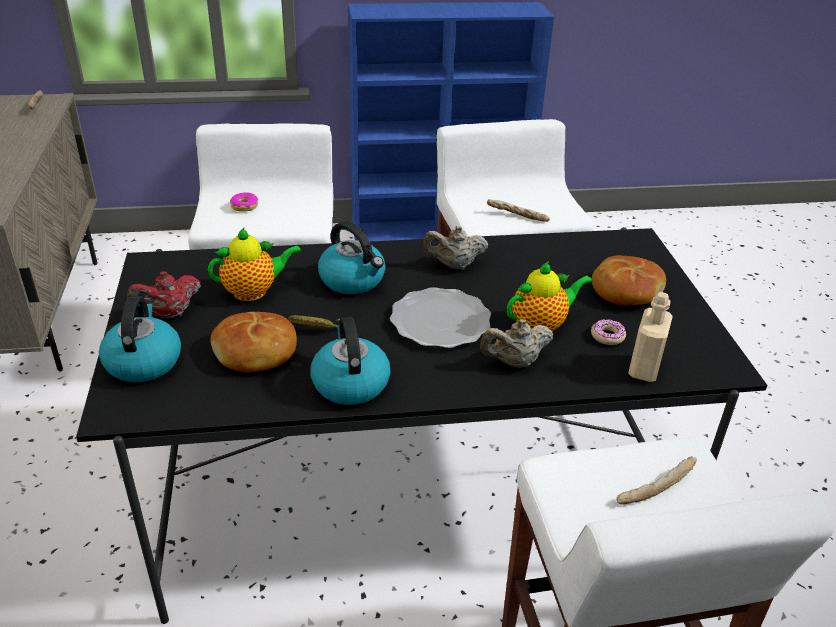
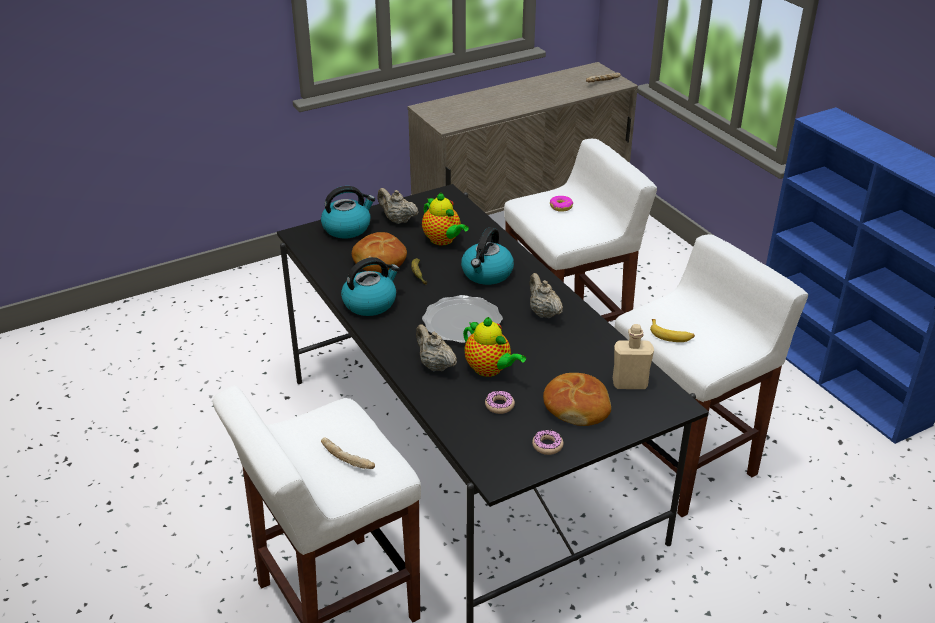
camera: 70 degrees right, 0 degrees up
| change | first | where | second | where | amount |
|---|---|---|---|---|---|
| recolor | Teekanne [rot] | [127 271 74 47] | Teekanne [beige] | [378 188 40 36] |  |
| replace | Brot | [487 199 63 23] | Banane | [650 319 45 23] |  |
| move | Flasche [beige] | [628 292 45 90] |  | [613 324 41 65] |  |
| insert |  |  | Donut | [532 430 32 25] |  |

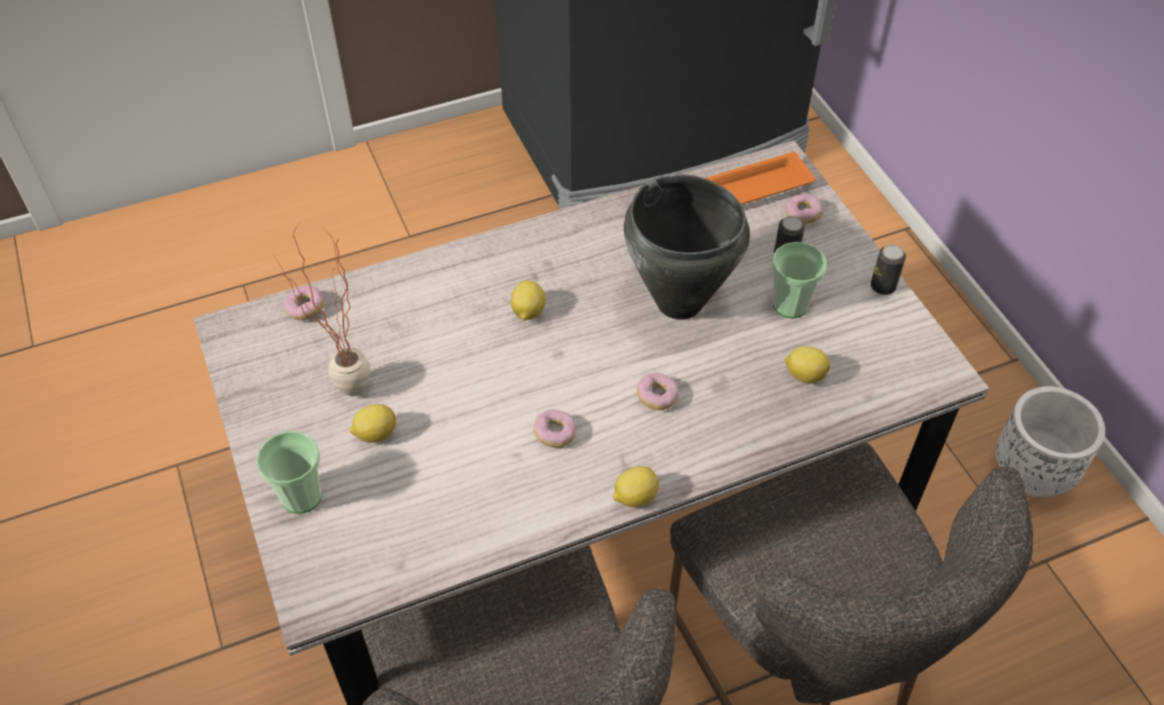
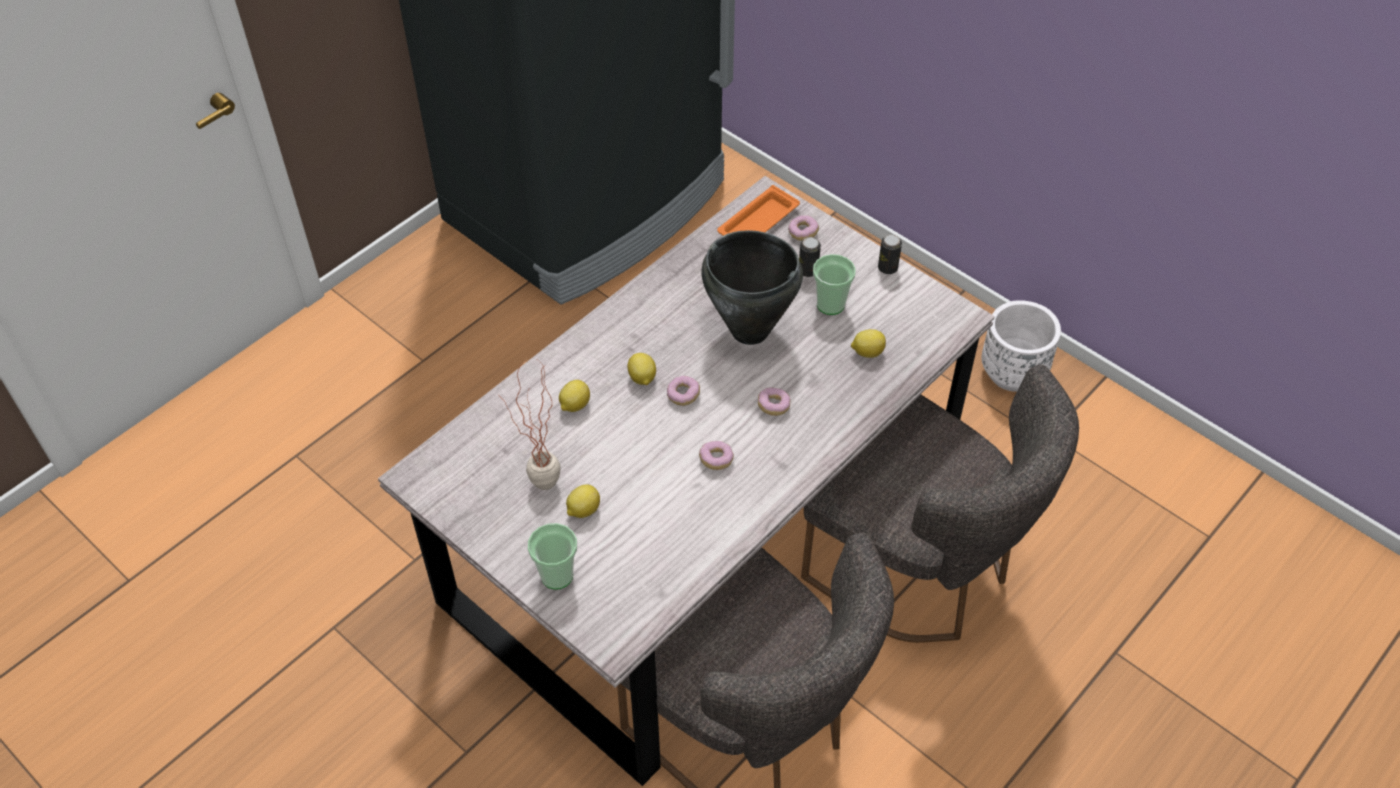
camera: 25 degrees left, 0 degrees up
| change | first | where | second | where | amount |
|---|---|---|---|---|---|
| move | Donut | [284 286 40 34] |  | [667 376 33 30] |  |
| move | Zitrone | [613 466 46 41] |  | [559 380 31 32] |  |

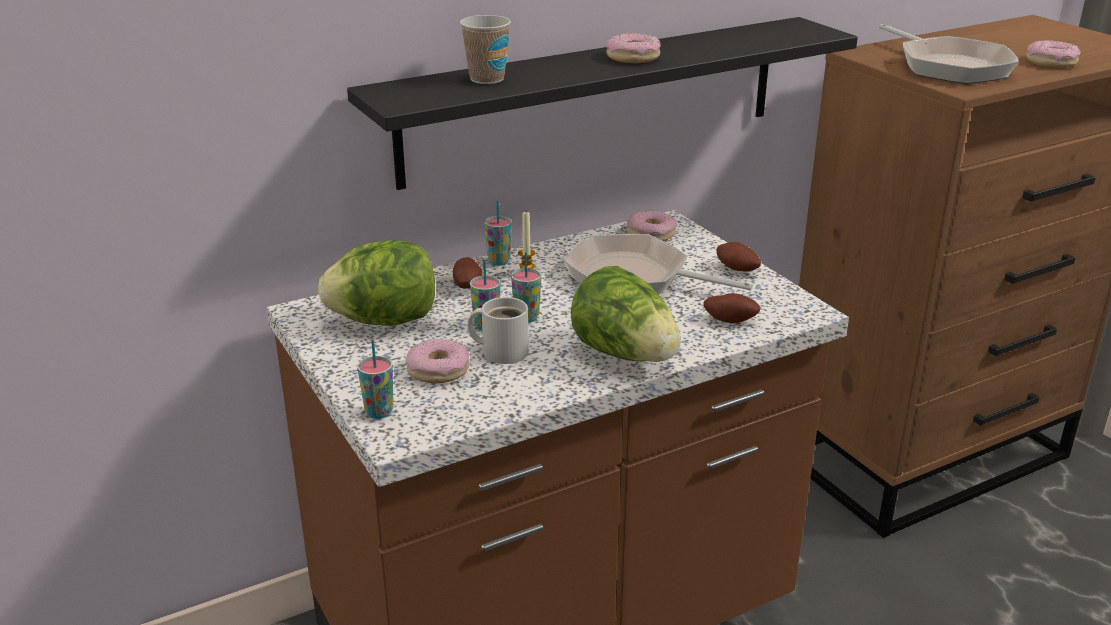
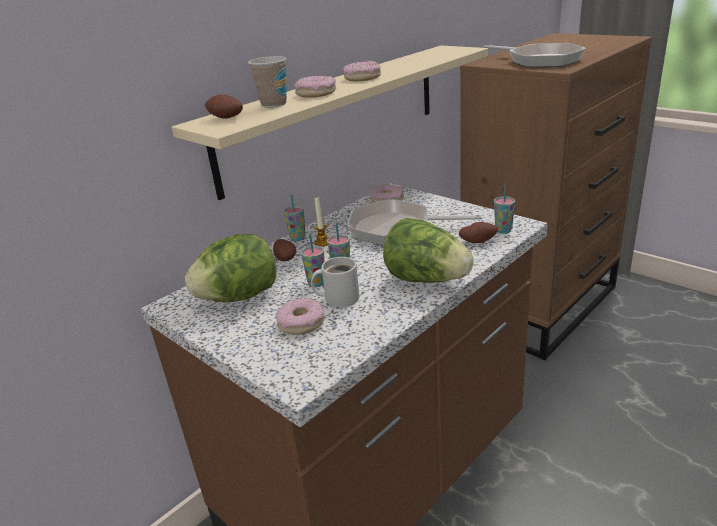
camera: 15 degrees left, 0 degrees up
| change | first | where | second | where | amount |
|---|---|---|---|---|---|
| recolor | Wandregal [schwarz] | [347 17 511 173] | Wandregal [beige] | [171 46 317 154] |  |
| move | Tasse | [357 340 36 79] |  | [494 184 21 50] |  |
| move | Kartoffel | [716 242 45 29] |  | [205 94 38 25] |  |
| move | Donut | [1026 40 54 28] |  | [294 76 42 22] |  |

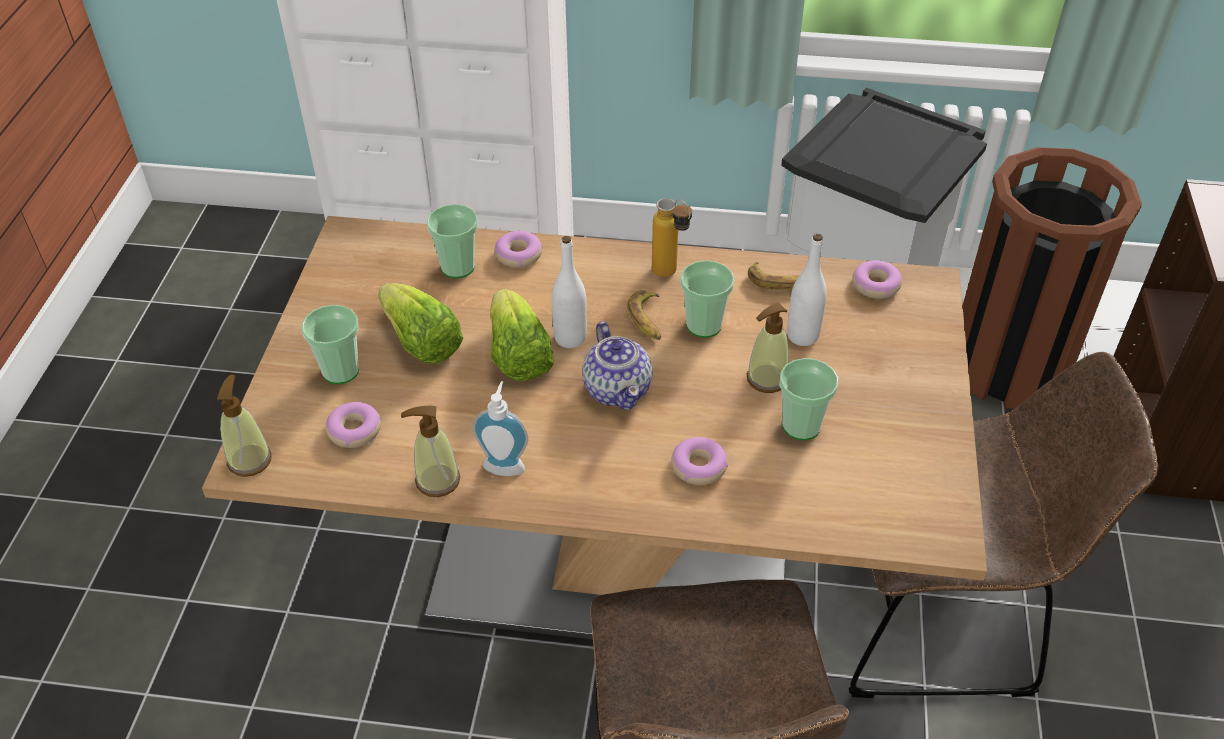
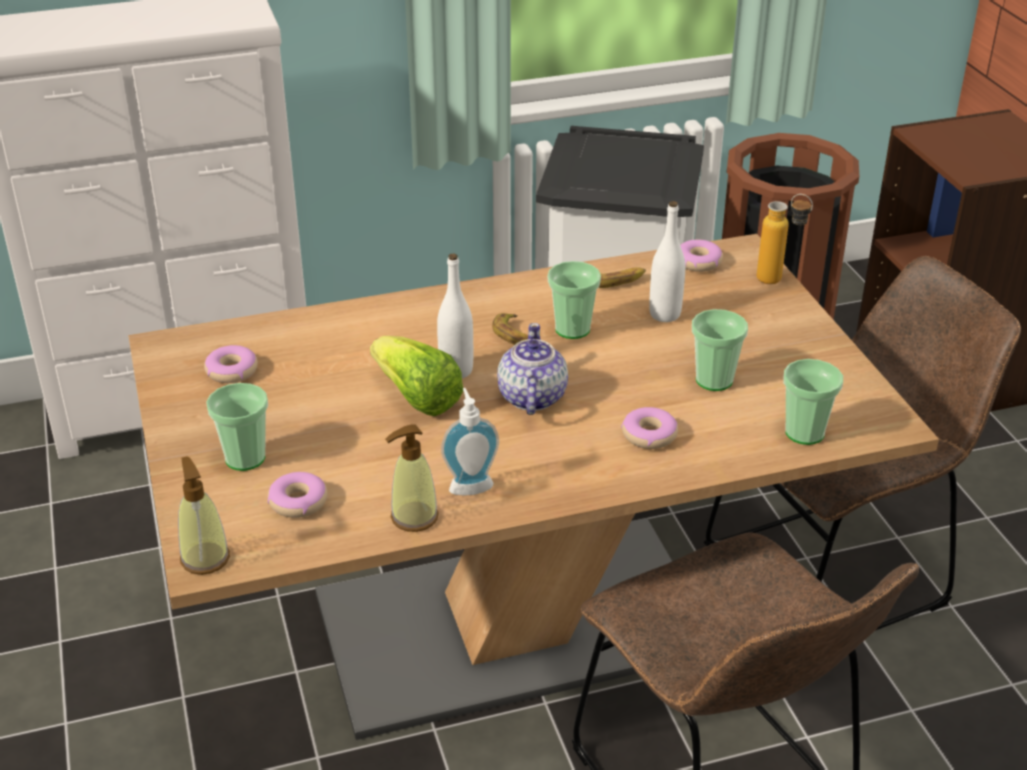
camera: 25 degrees left, 10 degrees down
| change | first | where | second | where | amount |
|---|---|---|---|---|---|
| delete | Salatkopf | [378 283 86 81] |  |  |  |
| move | Tasse | [427 204 51 74] |  | [783 359 60 86] |  |
| move | Donut | [494 231 48 37] |  | [204 345 54 38] |  |
| rotate | Teekanne | [582 321 71 89] |  | [497 323 71 92] | 135 degrees counterclockwise |
| move | Flasche | [652 198 40 79] |  | [757 194 56 90] |  |
| delete | Seifenspender | [747 303 42 90] |  |  |  |

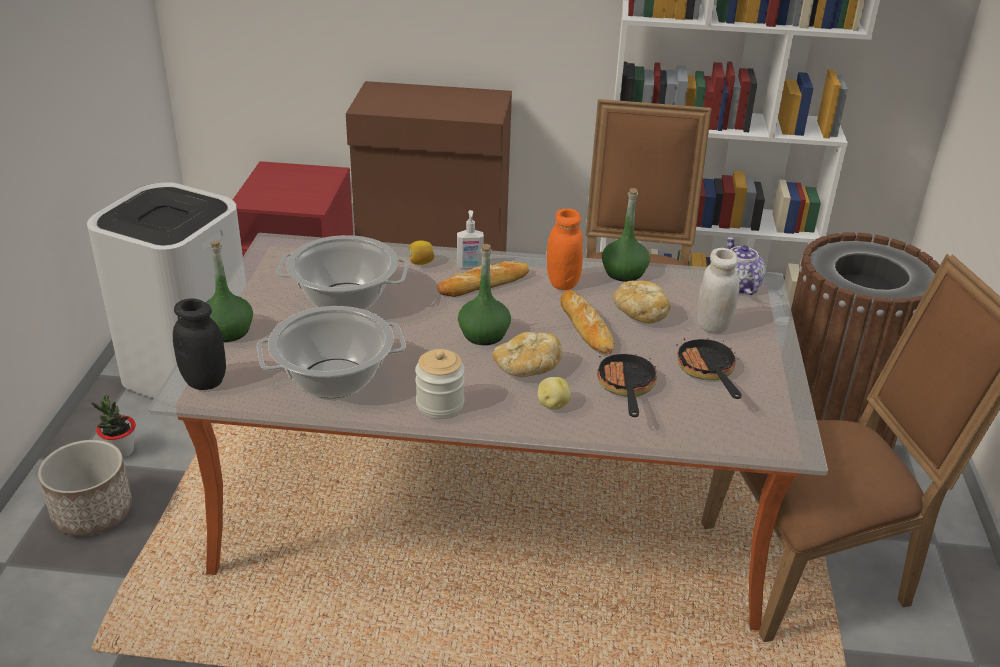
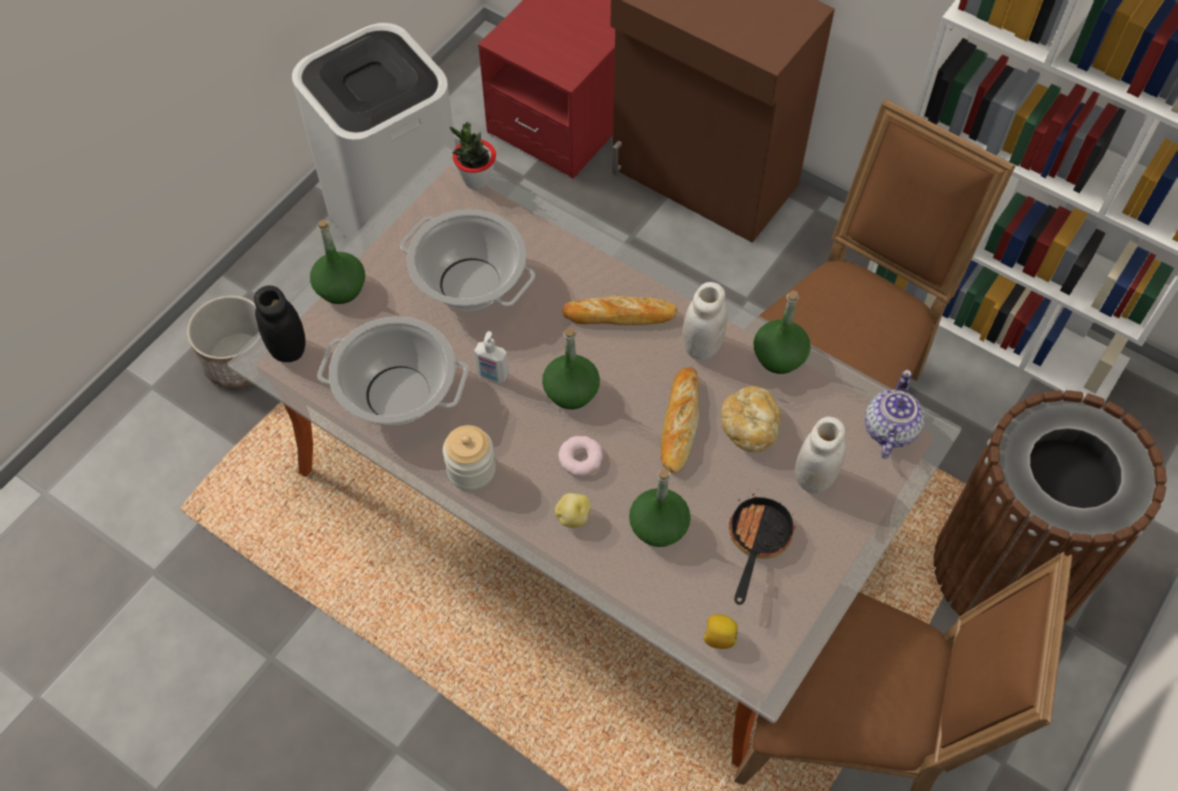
camera: 30 degrees right, 25 degrees up
| change | first | where | second | where | amount |
|---|---|---|---|---|---|
| move | Topfpflanze | [91 395 45 63] |  | [450 122 46 68] |  |
| move | Zitrone | [409 240 26 25] |  | [703 614 35 35] |  |
| move | Seifenspender | [457 210 27 59] |  | [474 331 35 52] |  |
| replace | Brot | [492 332 70 45] | Donut | [558 436 45 40] |  |
| recolor | Vorratsglas [orange] | [547 208 36 82] | Vorratsglas [weiß] | [683 282 45 78] |  |
| replace | Pfanne | [597 350 60 67] | Flasche [grün] | [629 469 62 78] |  |

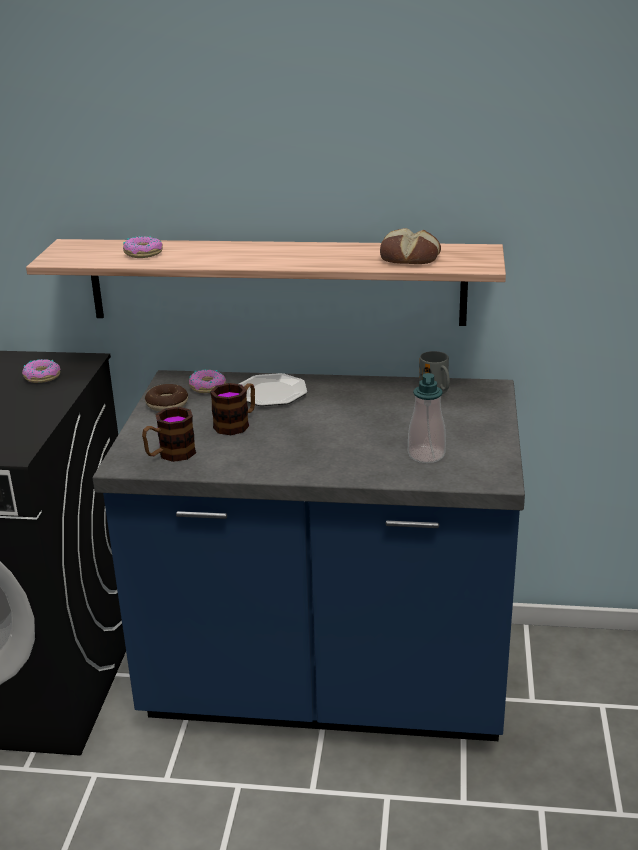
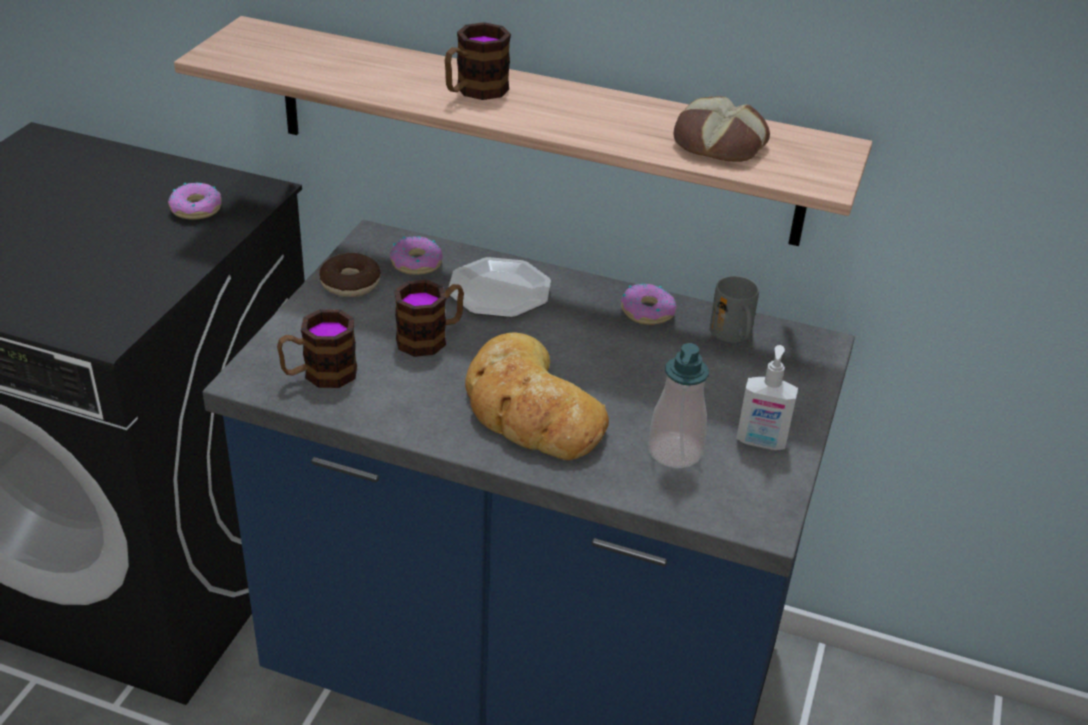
camera: 10 degrees right, 10 degrees up
| change | first | where | second | where | amount |
|---|---|---|---|---|---|
| move | Donut | [123 236 40 22] |  | [621 284 56 41] |  |
| insert |  |  | Henkelbecher | [445 22 66 78] |  |
| insert |  |  | Brot | [465 332 144 128] |  |
| insert |  |  | Seifenspender | [736 345 62 105] |  |

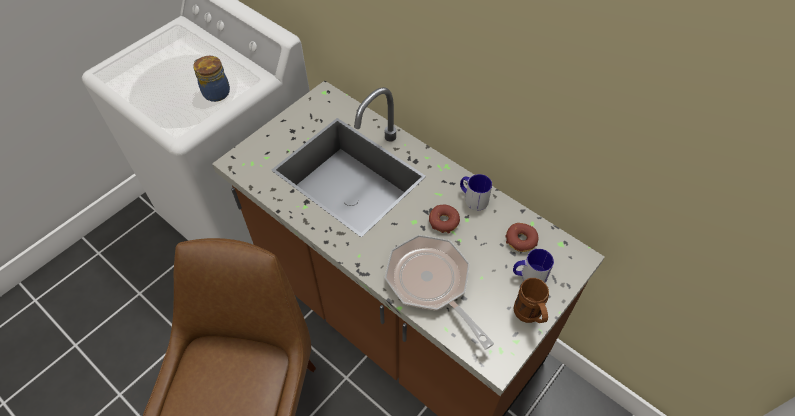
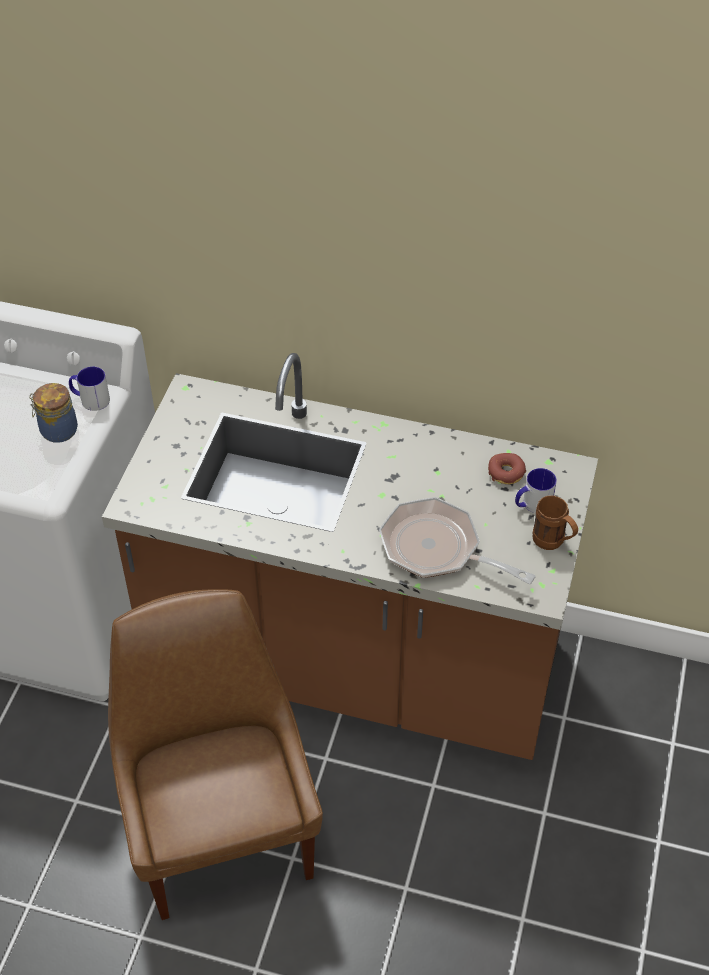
camera: 25 degrees left, 5 degrees down
| change | first | where | second | where | amount |
|---|---|---|---|---|---|
| delete | Donut | [429 205 31 29] |  |  |  |
| move | Henkelbecher | [460 174 32 36] |  | [69 367 41 44] |  |

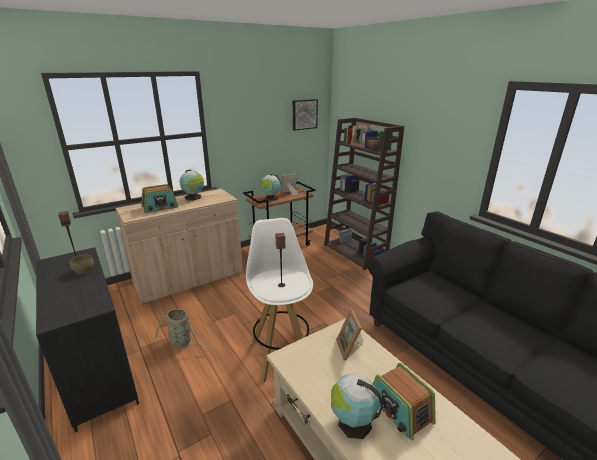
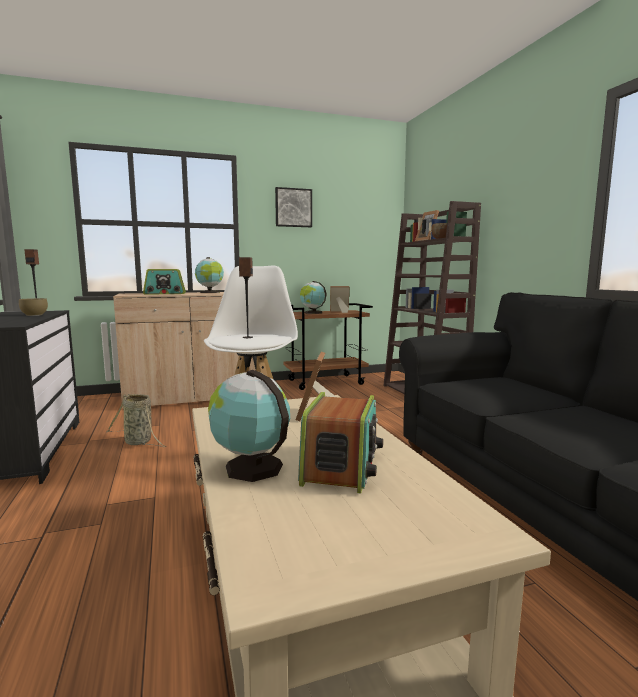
camera: 15 degrees right, 15 degrees down
| change | first | where | second | where | amount |
|---|---|---|---|---|---|
| move | Bild | [293 99 25 32] |  | [275 187 37 40] |  |
| rotate | Radio | [373 362 63 78] |  | [298 392 85 102] | 150 degrees counterclockwise |

